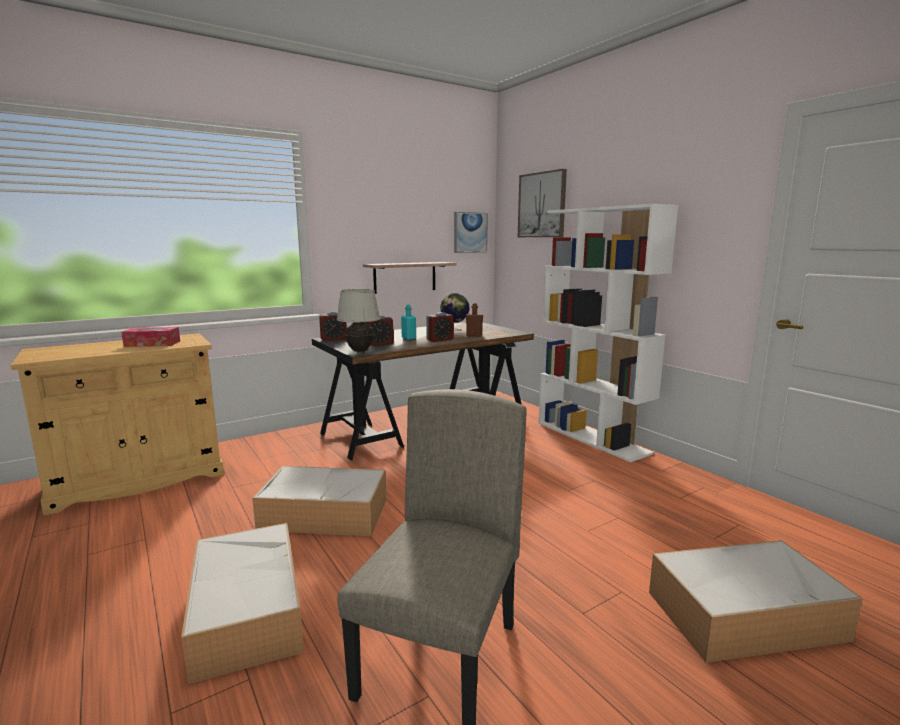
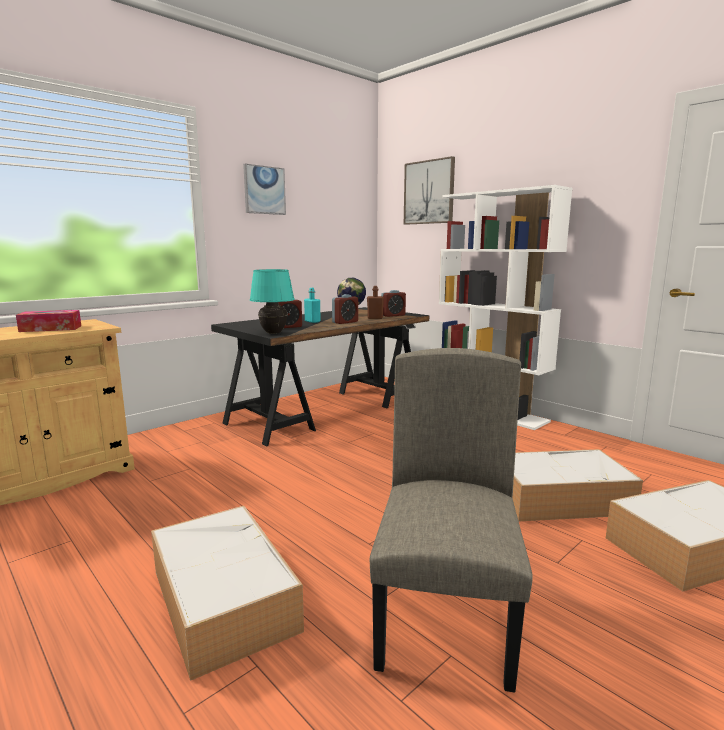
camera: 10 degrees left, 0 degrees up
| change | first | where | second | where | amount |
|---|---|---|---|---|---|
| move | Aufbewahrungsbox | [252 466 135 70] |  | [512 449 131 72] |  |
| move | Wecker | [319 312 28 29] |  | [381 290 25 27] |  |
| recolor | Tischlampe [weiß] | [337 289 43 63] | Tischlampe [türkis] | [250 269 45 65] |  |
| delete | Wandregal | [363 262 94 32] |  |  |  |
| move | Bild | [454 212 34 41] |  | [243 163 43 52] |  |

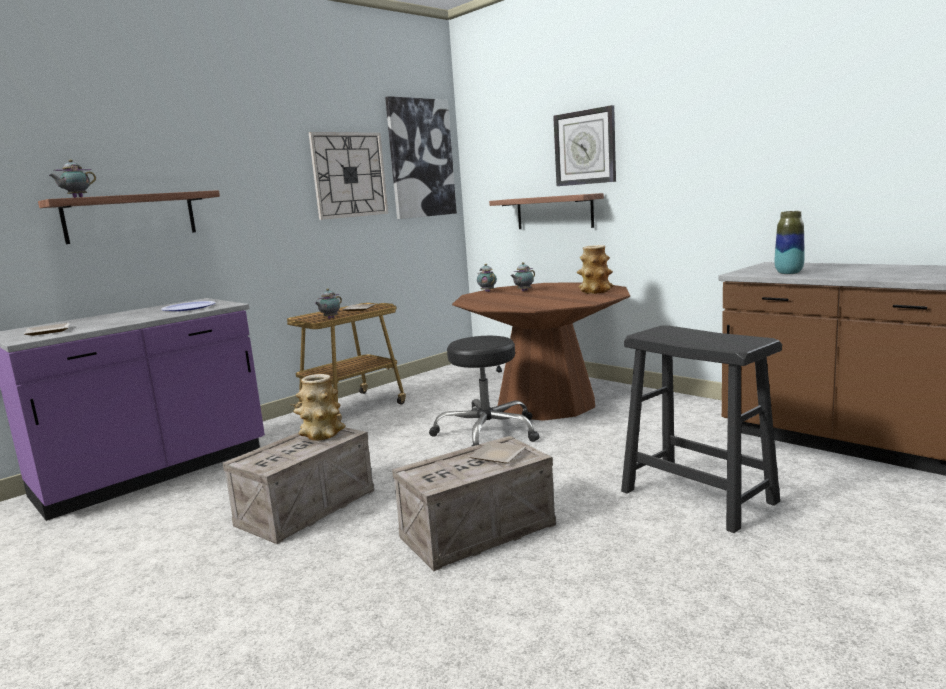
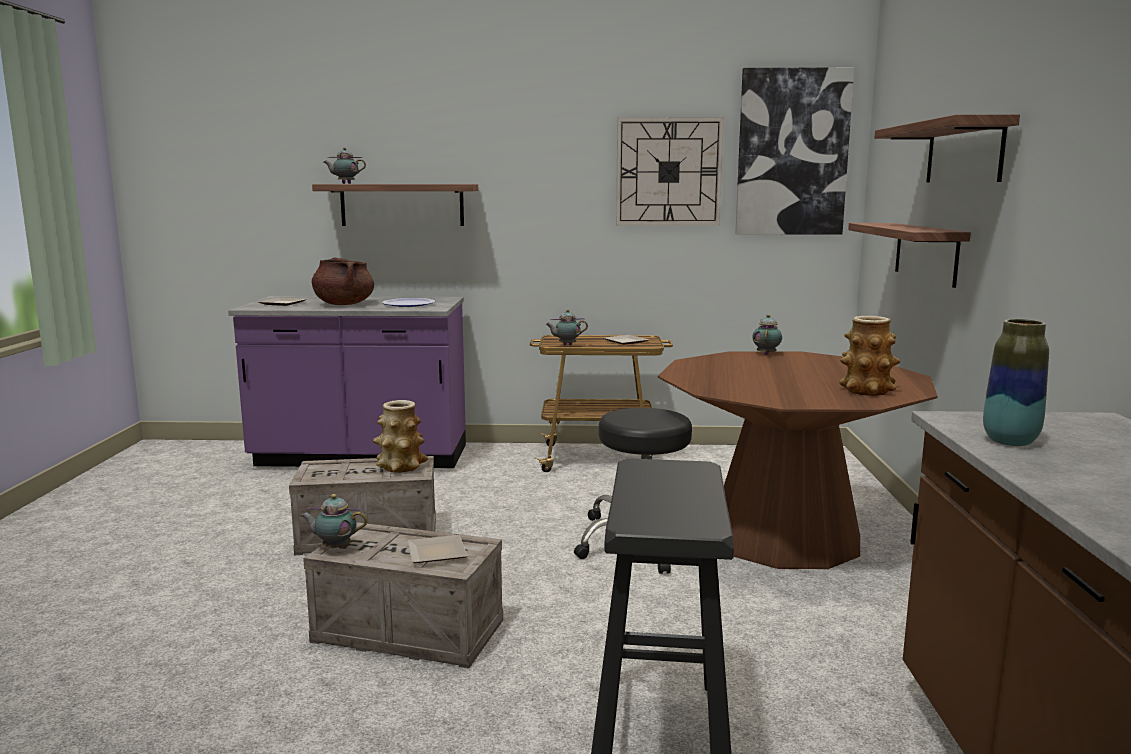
camera: 45 degrees right, 0 degrees up
| change | first | where | second | where | amount |
|---|---|---|---|---|---|
| move | Teekanne | [511 262 24 29] |  | [300 494 67 55] |  |
| replace | Wanduhr | [553 105 63 81] | Wandregal | [875 114 145 69] |  |
| insert |  |  | Kochtopf [braun] | [312 257 62 48] |  |

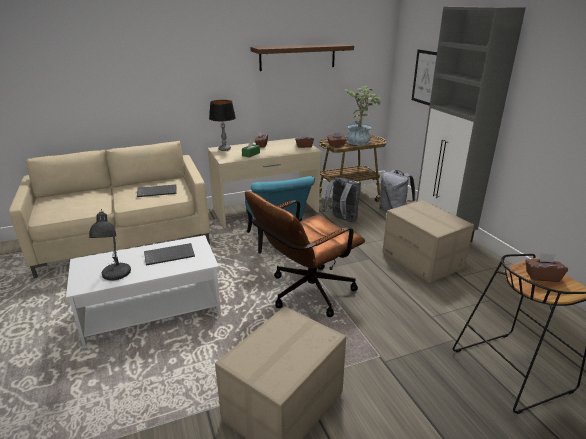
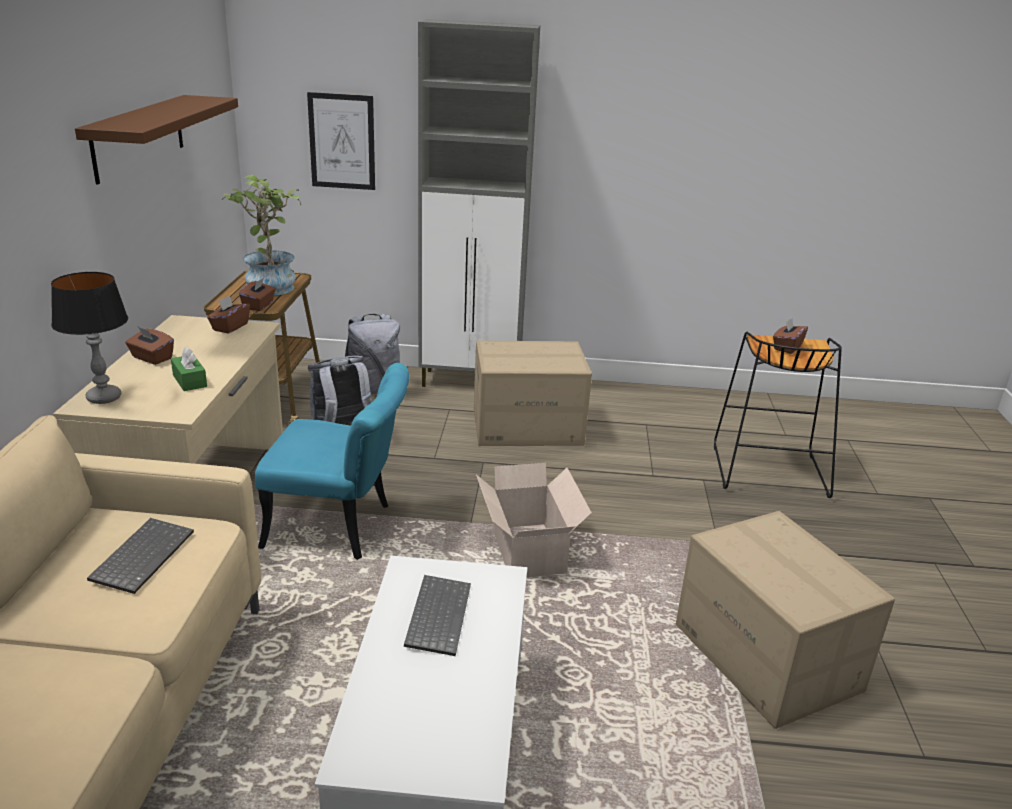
camera: 65 degrees left, 0 degrees up
| change | first | where | second | where | amount |
|---|---|---|---|---|---|
| delete | Tischlampe [grau] | [89 209 42 71] |  |  |  |
| replace | Bürostuhl [braun] | [245 191 120 126] | Karton | [476 463 116 114] |  |

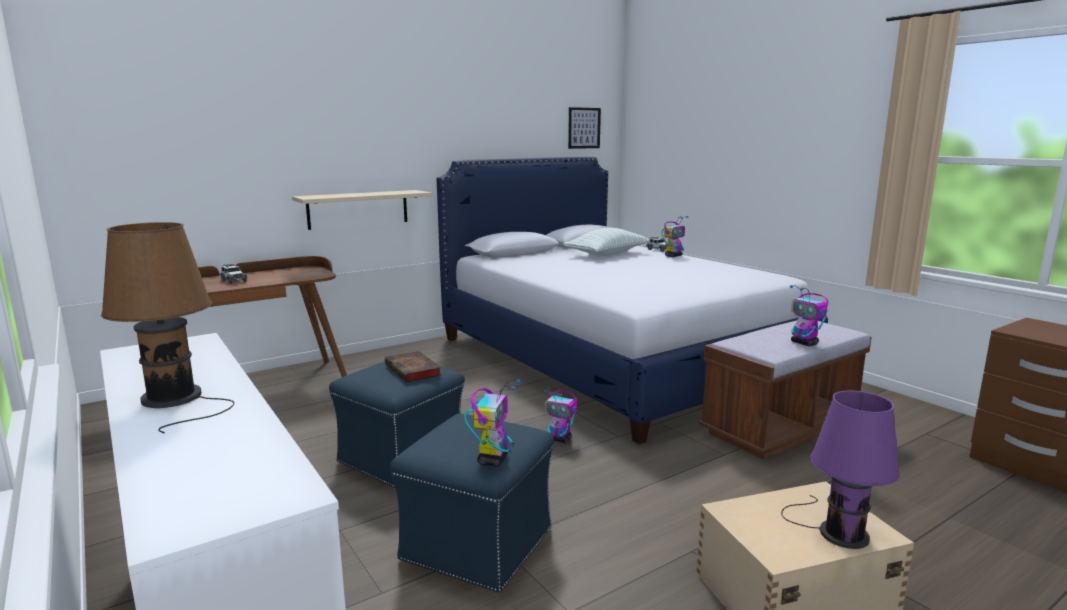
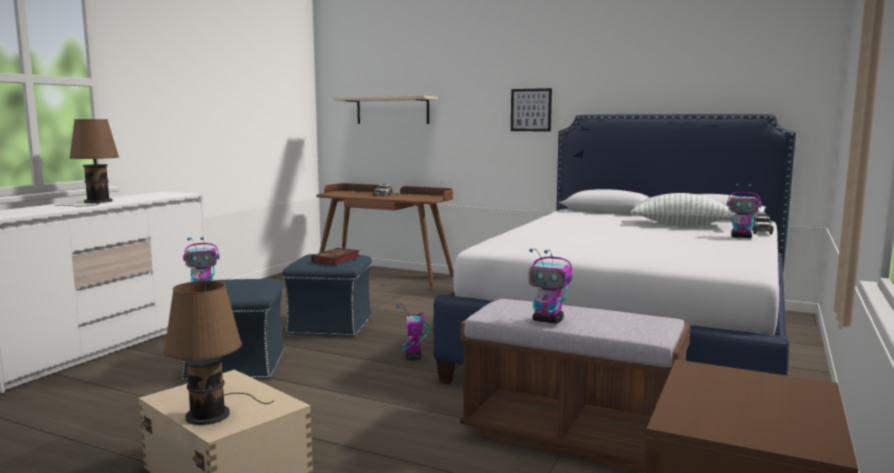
camera: 60 degrees right, 5 degrees down
| change | first | where | second | where | amount |
|---|---|---|---|---|---|
| move | Wandregal [beige] | [292 190 139 40] |  | [333 96 105 28] |  |
| move | Bild | [568 107 33 42] |  | [511 88 41 43] |  |
| recolor | Tischlampe [lila] | [781 391 119 158] | Tischlampe [braun] | [163 281 112 144] |  |
| rotate | Spielzeugroboter | [790 285 38 61] |  | [529 248 43 76] | 90 degrees counterclockwise |

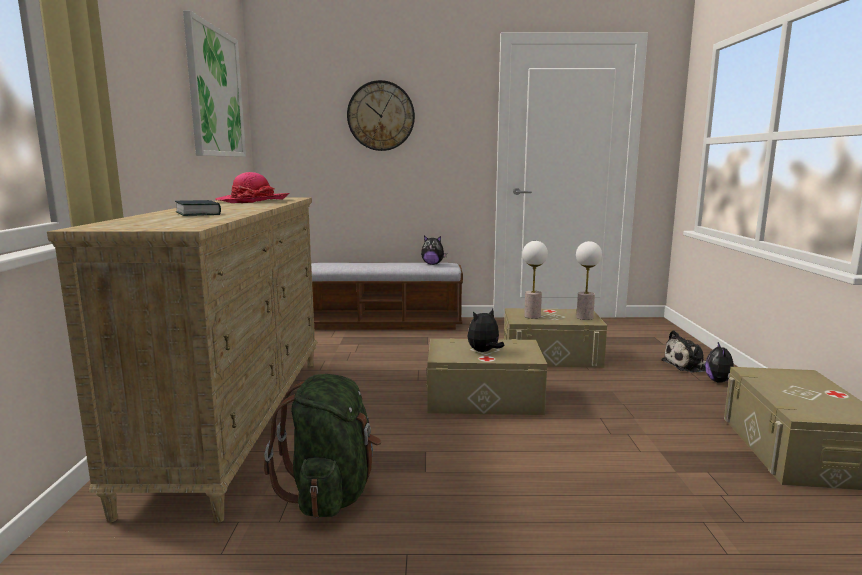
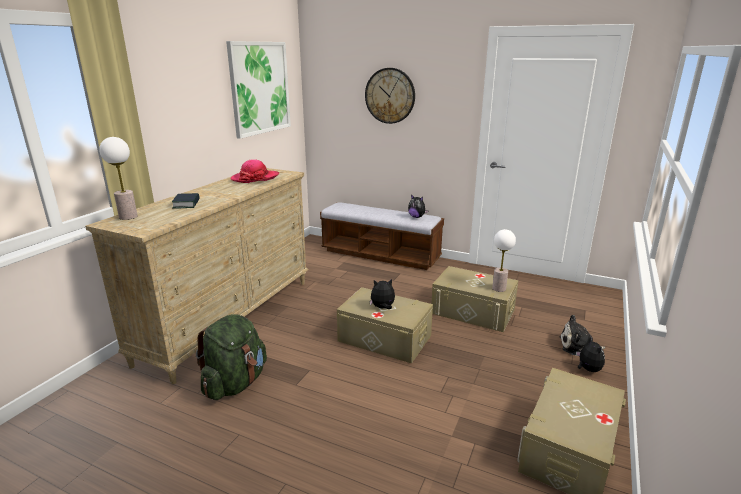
camera: 25 degrees right, 10 degrees up
| change | first | where | second | where | amount |
|---|---|---|---|---|---|
| move | Tischlampe | [522 241 26 78] |  | [99 137 39 83] |  |
| rotate | Plüschtier | [705 342 29 41] |  | [576 337 29 35] | 135 degrees clockwise |

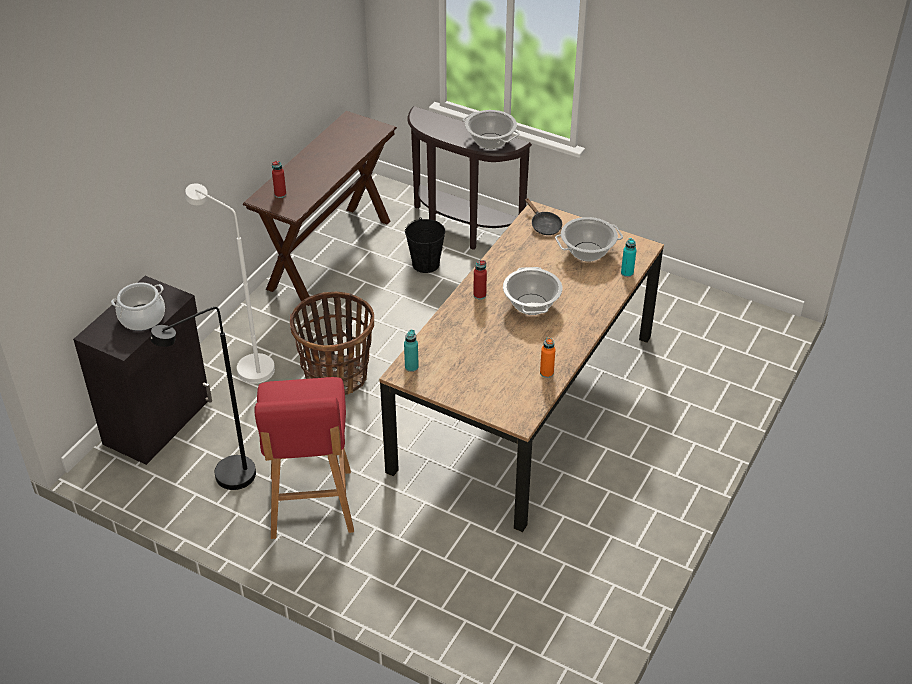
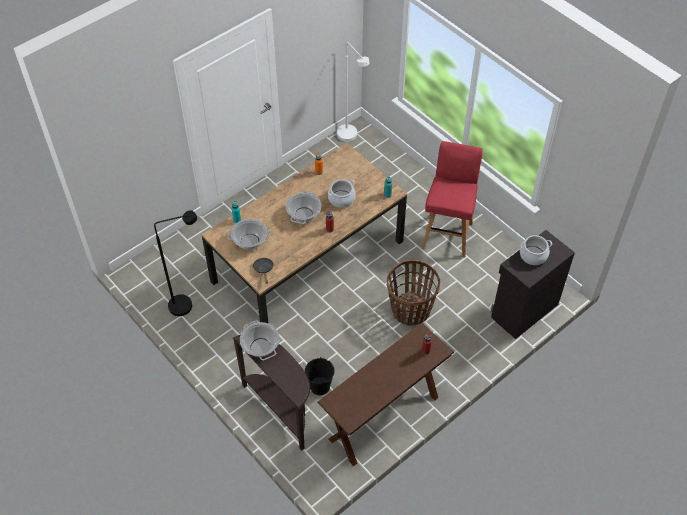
camera: 160 degrees left, 10 degrees up
| change | first | where | second | where | amount |
|---|---|---|---|---|---|
| move | Stehlampe [schwarz] | [150 307 106 183] |  | [154 210 43 106] |  |
| move | Stehlampe [weiß] | [185 184 90 200] |  | [337 42 33 100] |  |
| insert |  |  | Kochtopf | [328 179 27 29] |  |

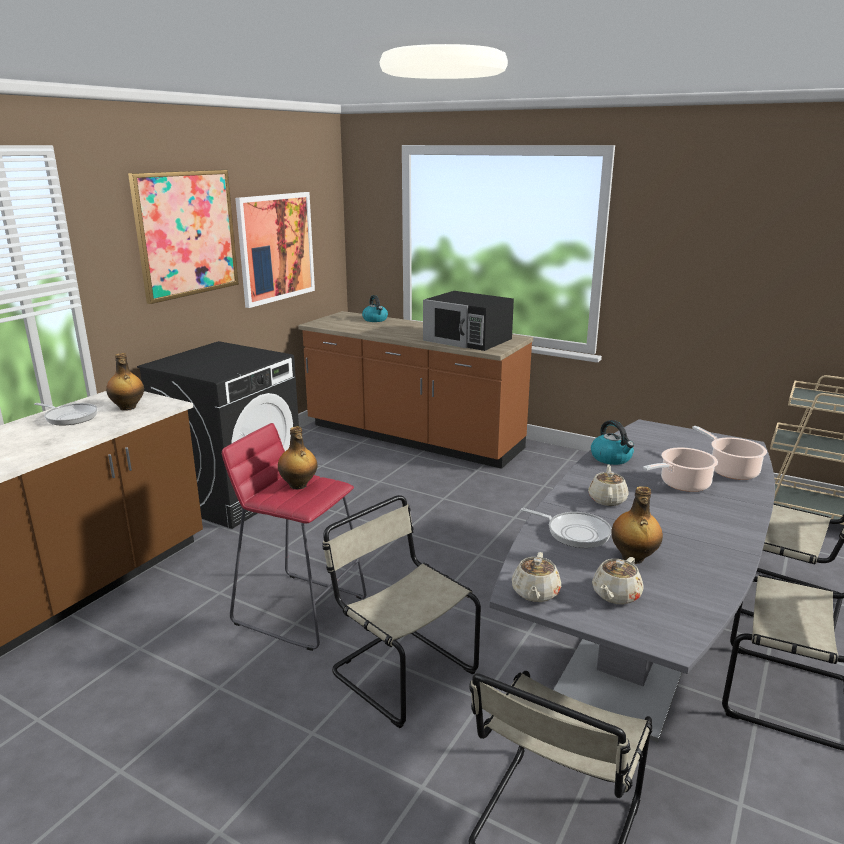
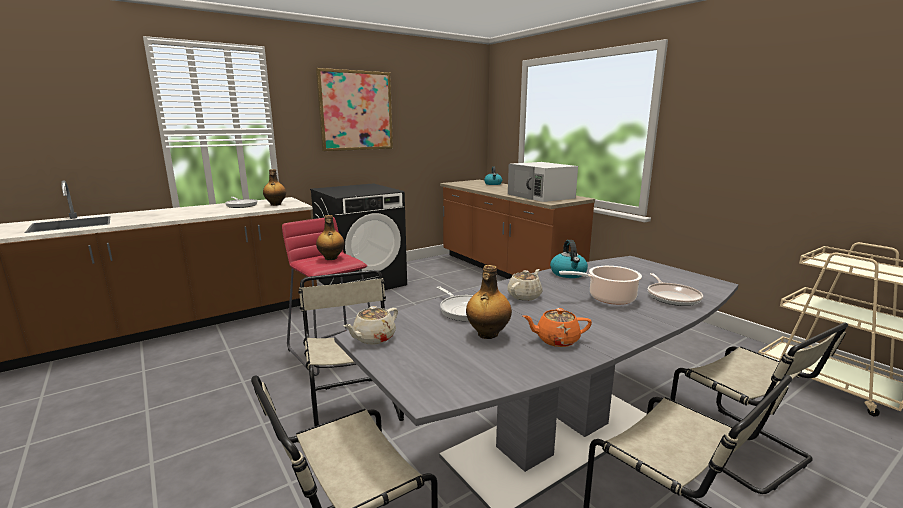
camera: 25 degrees right, 5 degrees down
| change | first | where | second | where | amount |
|---|---|---|---|---|---|
| delete | Bild | [235 192 80 116] |  |  |  |
| recolor | Mikrowelle [schwarz] | [423 291 91 60] | Mikrowelle [weiß] | [508 162 70 40] |  |
| delete | Teekanne [beige] | [592 557 51 47] |  |  |  |
| replace | Kochtopf | [692 426 75 54] | Pfanne | [648 273 55 33] |  |
| insert |  |  | Teekanne [orange] | [523 308 69 39] |  |

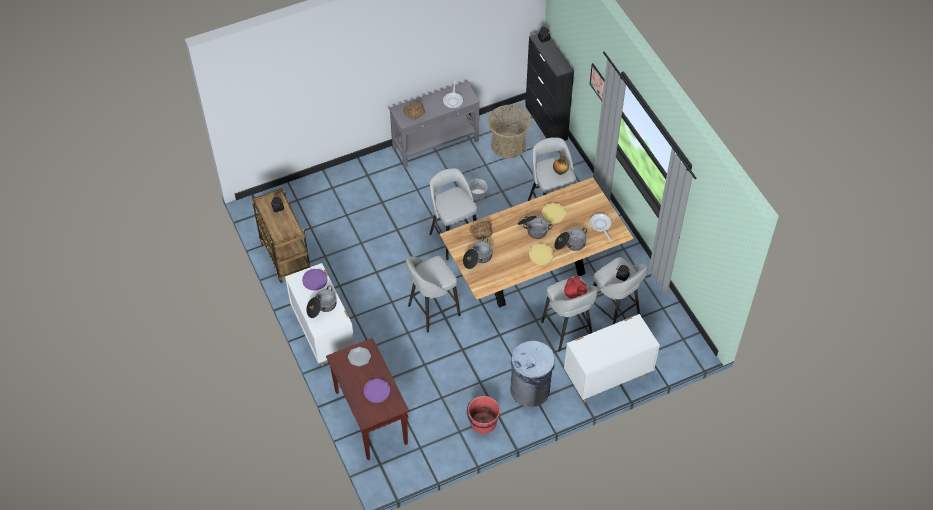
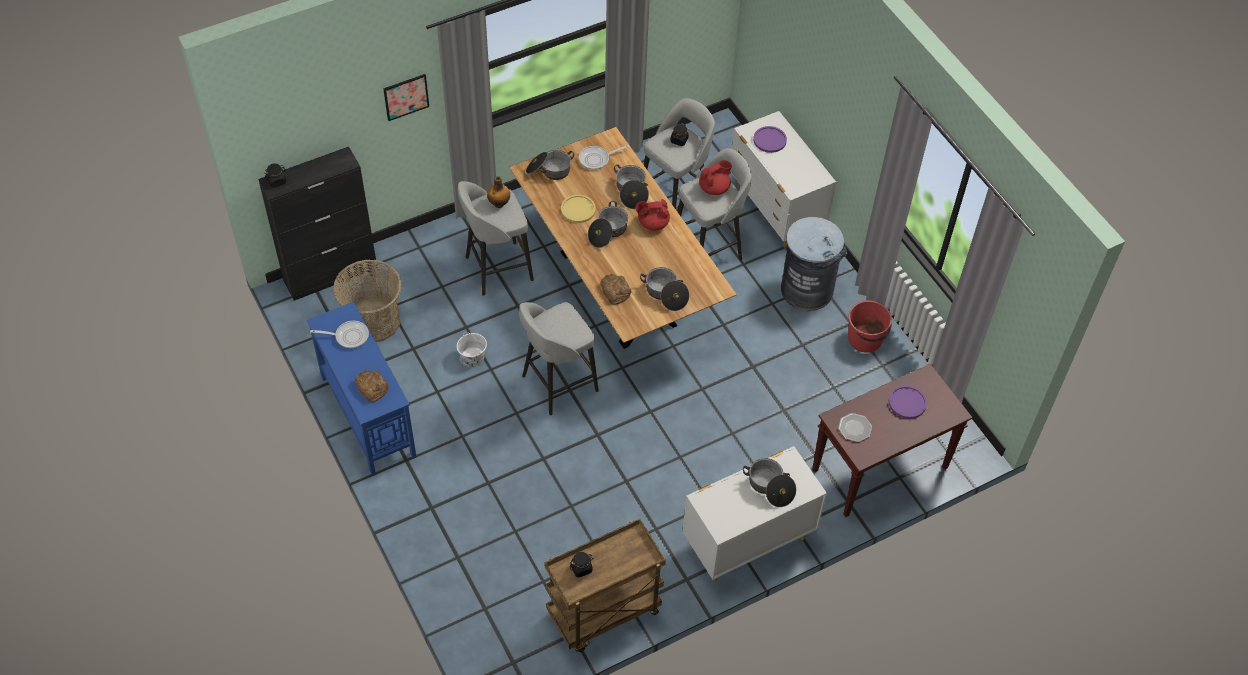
camera: 95 degrees left, 0 degrees up
| change | first | where | second | where | amount |
|---|---|---|---|---|---|
| move | Teller [lila] | [302 269 25 21] |  | [753 126 34 27] |  |
| recolor | Konsolentisch [grau] | [389 81 91 87] | Konsolentisch [blau] | [307 302 110 174] |  |
| delete | Hocker [grau] | [406 256 55 76] |  |  |  |
| replace | Teller [gelb] | [529 244 25 21] | Teekanne [rot] | [636 199 34 31] |  |
| insert |  |  | Kochtopf | [526 150 48 30] |  |

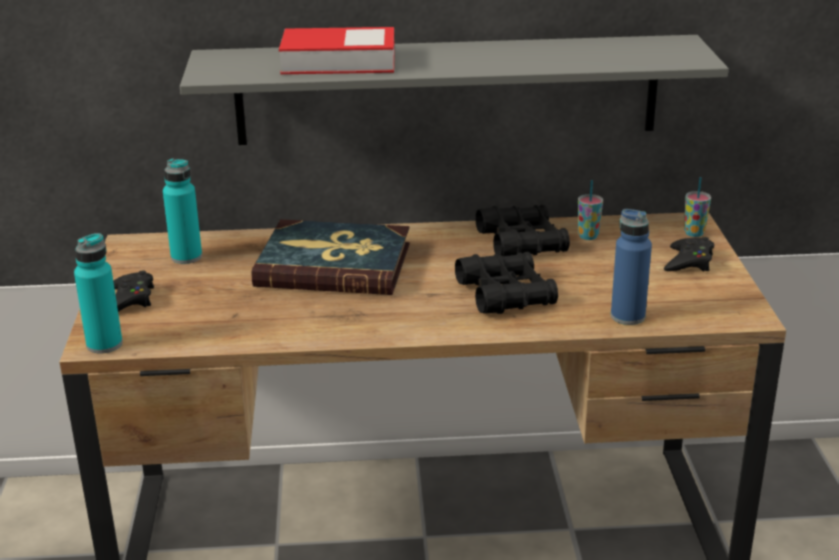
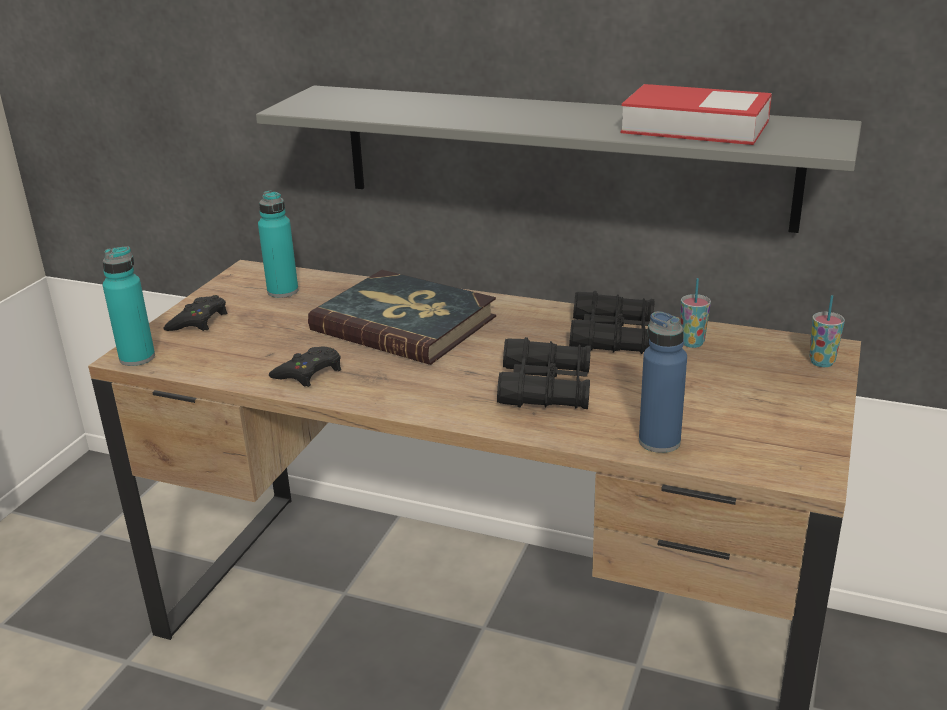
camera: 25 degrees right, 0 degrees up
| change | first | where | second | where | amount |
|---|---|---|---|---|---|
| move | Buch | [279 27 116 47] |  | [621 84 151 61] |  |
| move | Gamepad [schwarz] | [664 237 50 35] |  | [269 347 72 40] |  |

